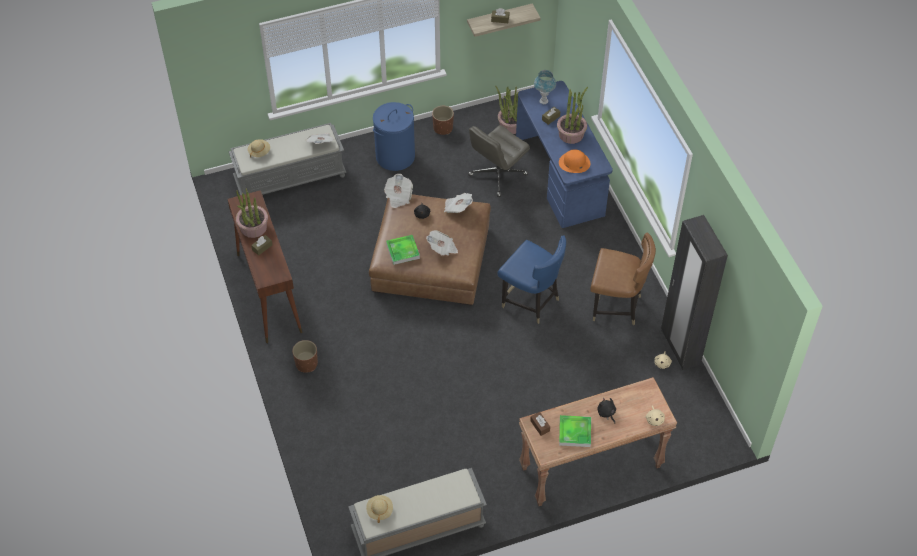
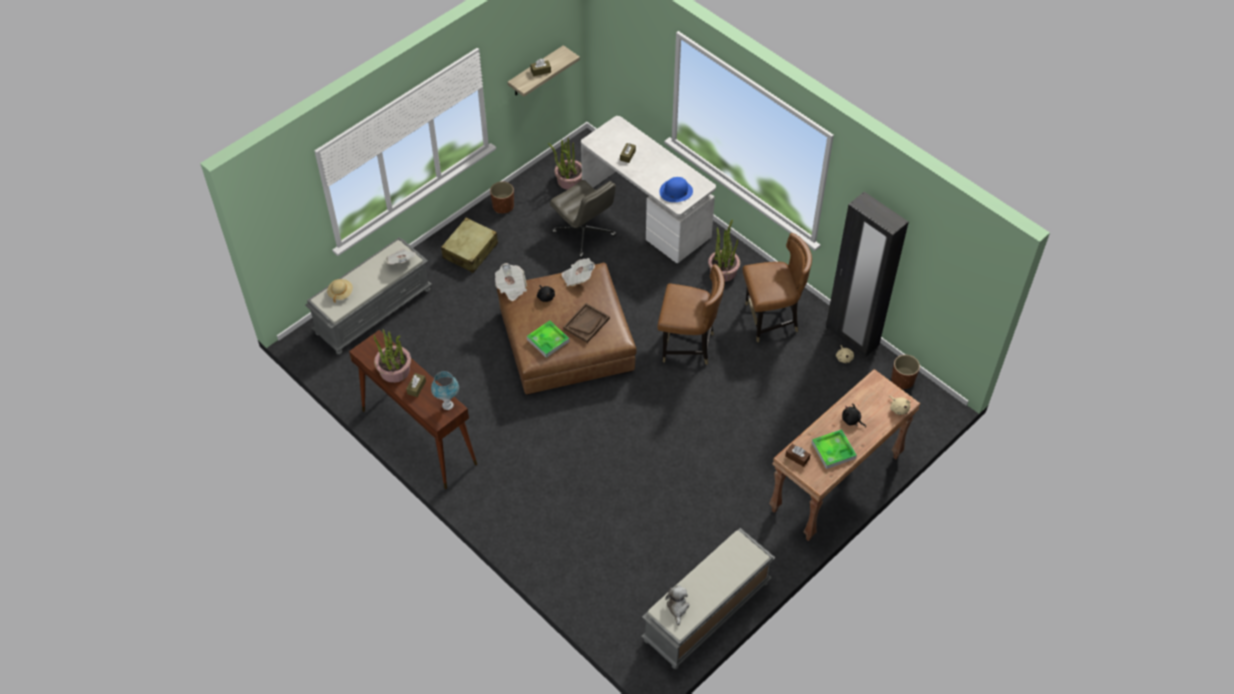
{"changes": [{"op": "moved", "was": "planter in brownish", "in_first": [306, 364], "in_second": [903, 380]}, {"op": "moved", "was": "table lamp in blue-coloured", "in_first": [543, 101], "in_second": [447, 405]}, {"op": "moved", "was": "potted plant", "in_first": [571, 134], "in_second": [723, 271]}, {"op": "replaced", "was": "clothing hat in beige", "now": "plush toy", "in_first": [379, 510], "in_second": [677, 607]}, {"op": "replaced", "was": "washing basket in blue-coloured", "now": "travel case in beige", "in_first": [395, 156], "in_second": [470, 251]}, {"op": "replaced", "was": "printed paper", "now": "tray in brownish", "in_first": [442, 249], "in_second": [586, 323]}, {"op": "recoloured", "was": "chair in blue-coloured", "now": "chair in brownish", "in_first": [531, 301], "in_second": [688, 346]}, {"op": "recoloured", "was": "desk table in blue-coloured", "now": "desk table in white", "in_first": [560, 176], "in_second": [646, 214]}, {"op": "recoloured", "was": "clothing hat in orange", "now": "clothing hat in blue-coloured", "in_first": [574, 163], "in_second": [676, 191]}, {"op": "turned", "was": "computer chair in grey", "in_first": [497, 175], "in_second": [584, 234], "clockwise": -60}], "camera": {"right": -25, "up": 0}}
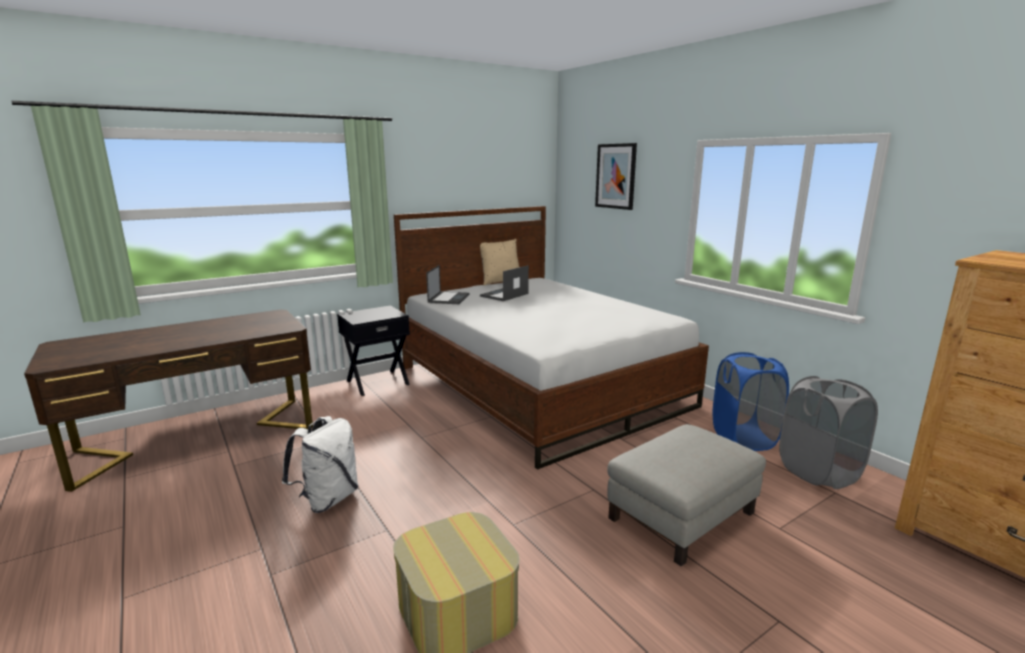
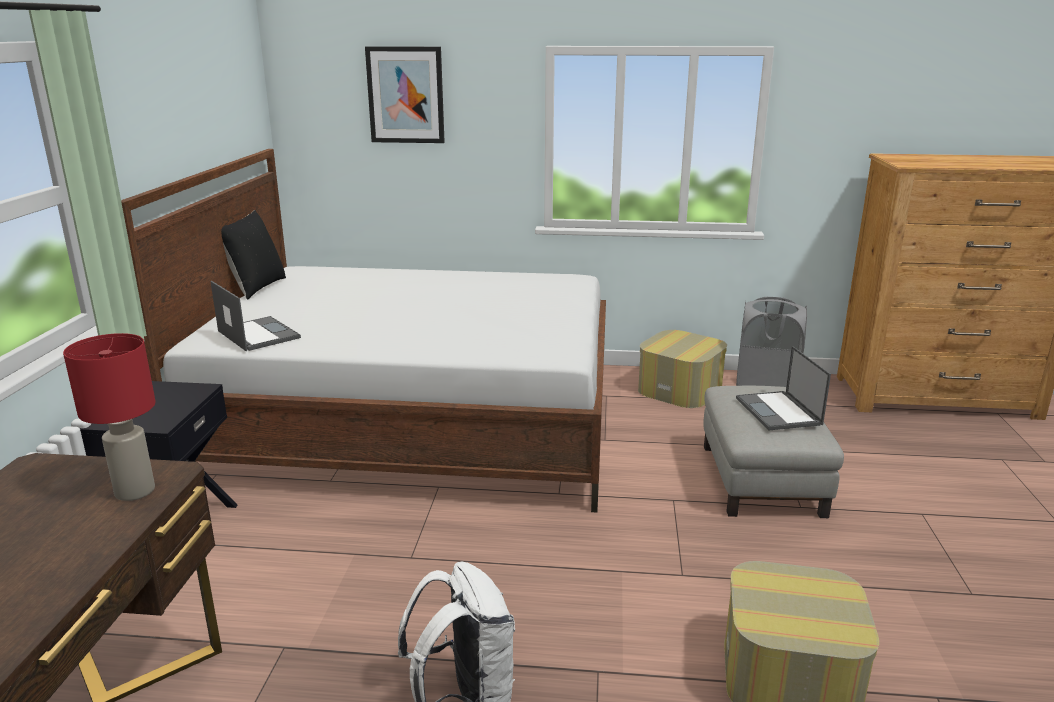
{"changes": [{"op": "added", "now": "table lamp in red", "in_second": [134, 491]}, {"op": "moved", "was": "notebook computer", "in_first": [504, 295], "in_second": [779, 411]}, {"op": "replaced", "was": "washing basket in blue-coloured", "now": "ottoman", "in_first": [743, 438], "in_second": [680, 389]}, {"op": "recoloured", "was": "cushion in beige", "now": "cushion in black-coloured", "in_first": [500, 282], "in_second": [256, 287]}], "camera": {"right": -50, "up": 5}}
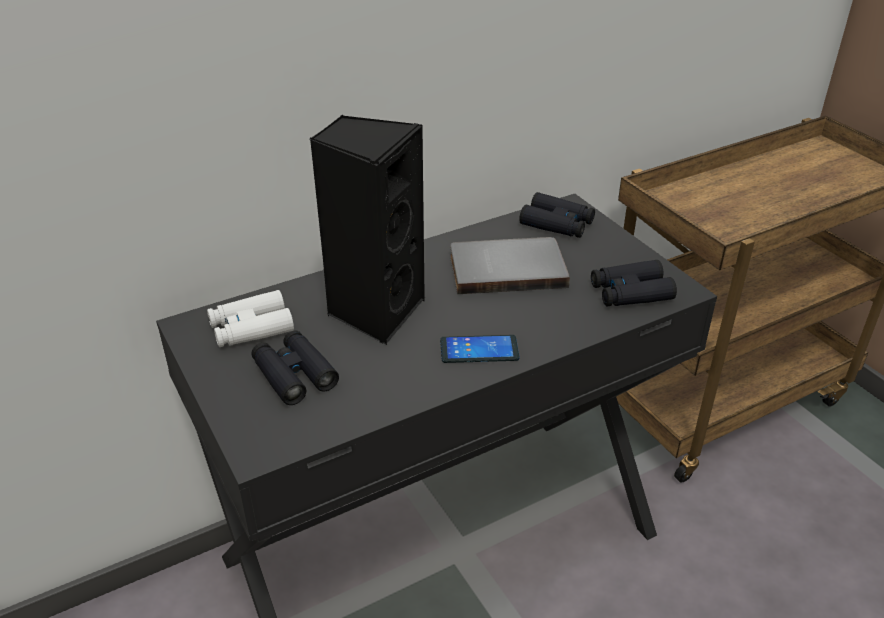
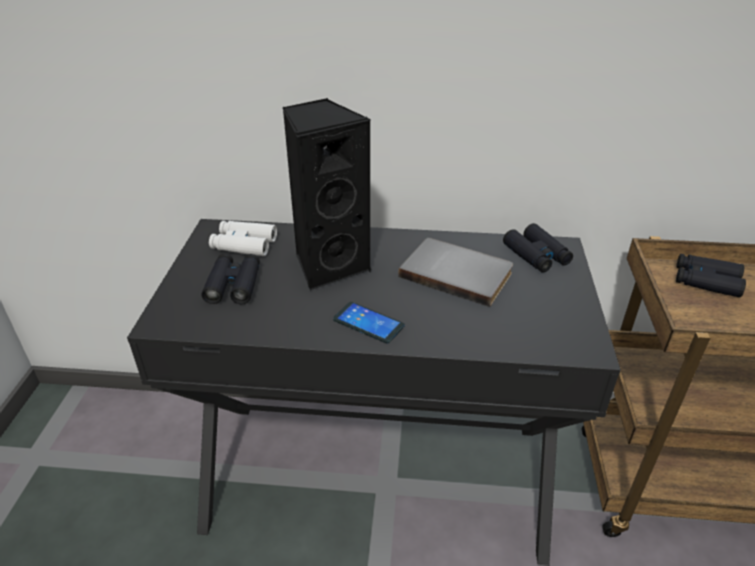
{"changes": [{"op": "moved", "was": "binoculars in black-coloured", "in_first": [630, 292], "in_second": [706, 281]}], "camera": {"right": 35, "up": 0}}
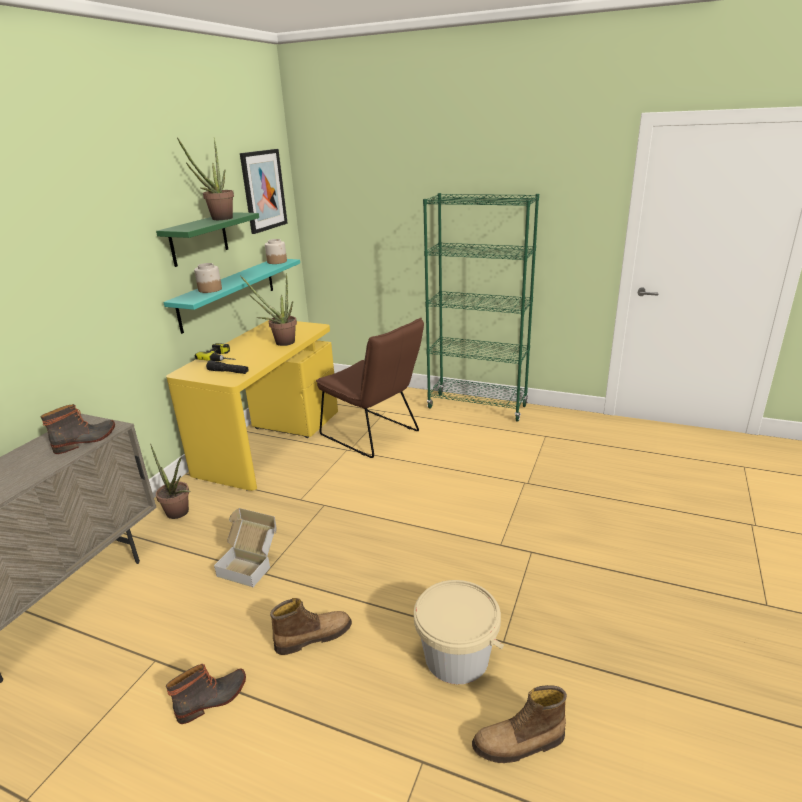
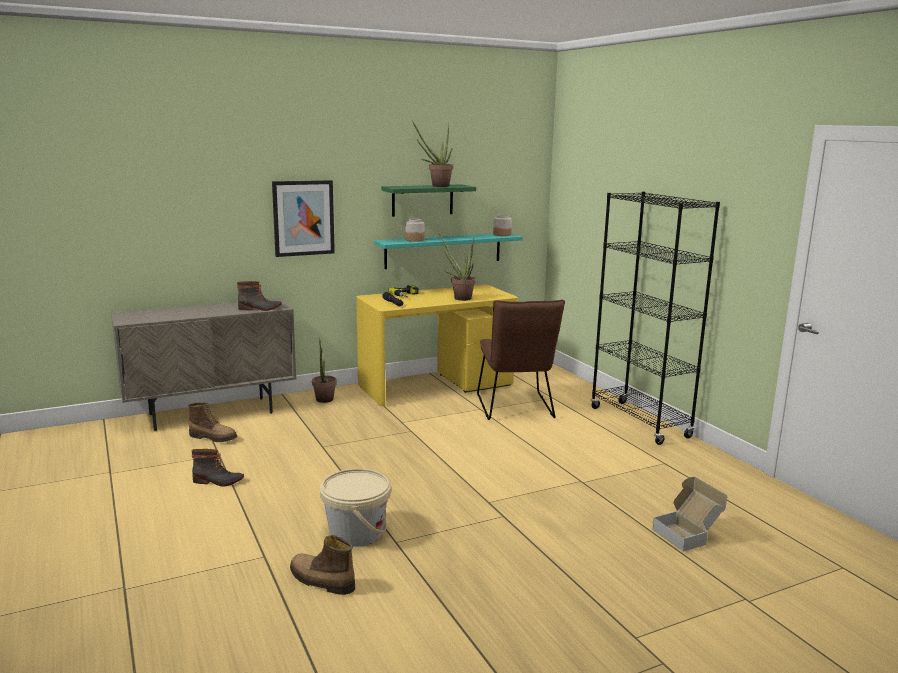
{"changes": [{"op": "moved", "was": "packing box", "in_first": [250, 564], "in_second": [688, 534]}, {"op": "moved", "was": "picture", "in_first": [263, 190], "in_second": [303, 218]}, {"op": "moved", "was": "high-top boot", "in_first": [313, 636], "in_second": [214, 438]}, {"op": "recoloured", "was": "bookcase in green-coloured", "now": "bookcase in black-coloured", "in_first": [477, 407], "in_second": [639, 422]}], "camera": {"right": 40, "up": -10}}
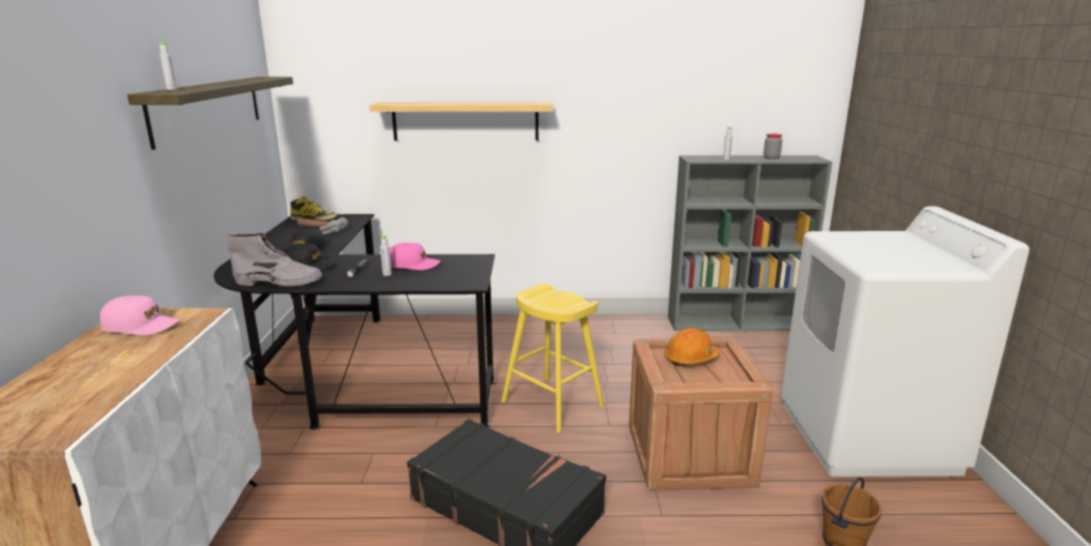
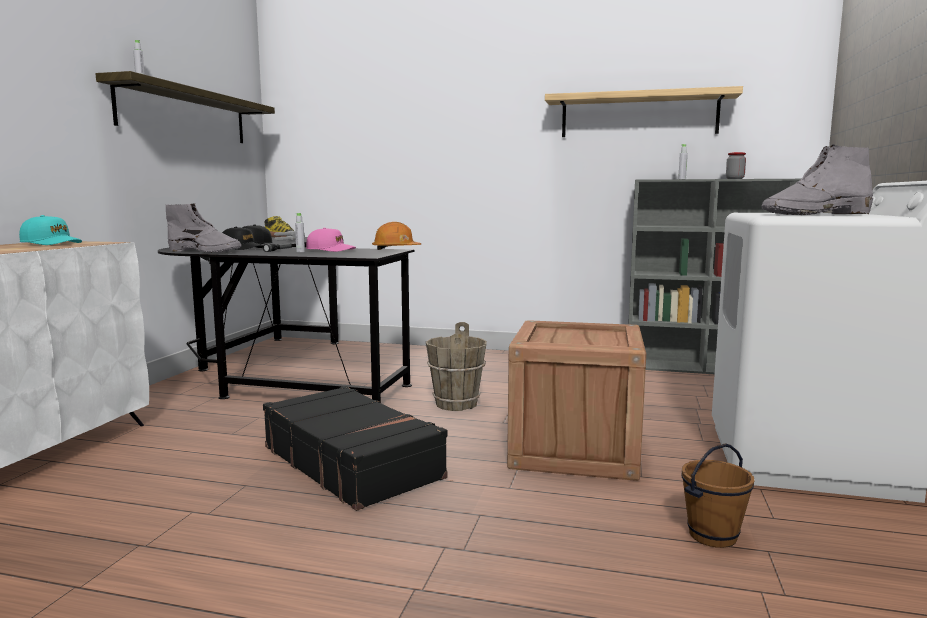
{"changes": [{"op": "added", "now": "high-top boot in grey", "in_second": [814, 215]}, {"op": "moved", "was": "shelf", "in_first": [465, 121], "in_second": [638, 115]}, {"op": "moved", "was": "work helmet in orange", "in_first": [691, 359], "in_second": [395, 249]}, {"op": "replaced", "was": "stool in yellow", "now": "bucket in brownish", "in_first": [552, 404], "in_second": [455, 404]}, {"op": "recoloured", "was": "peaked cap in pink-coloured", "now": "peaked cap in turquoise-coloured", "in_first": [141, 326], "in_second": [51, 243]}], "camera": {"right": 15, "up": -10}}
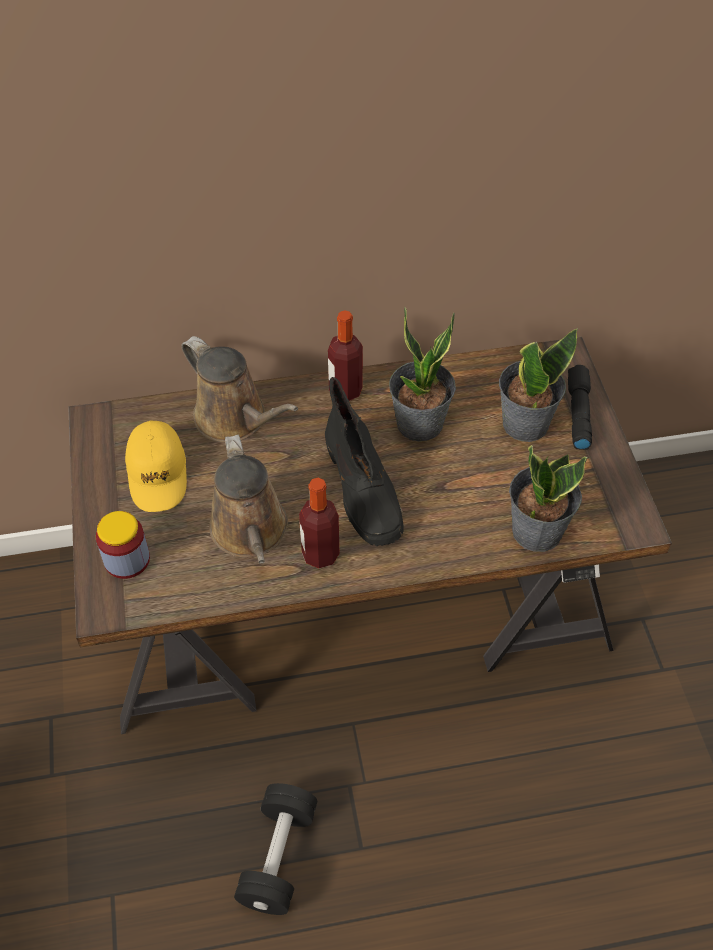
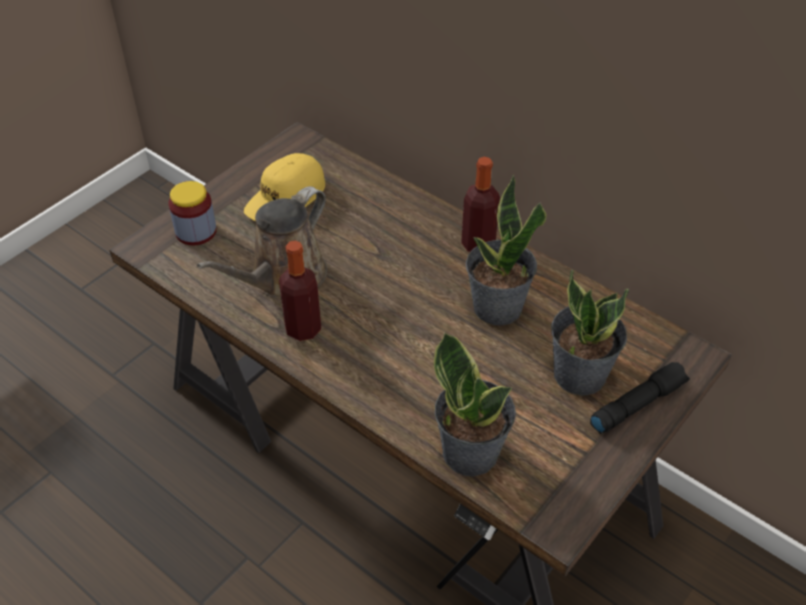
{"changes": [{"op": "removed", "was": "watering can in brownish", "in_first": [235, 419]}, {"op": "removed", "was": "hand weight in black-coloured", "in_first": [278, 857]}, {"op": "removed", "was": "high-top boot in black-coloured", "in_first": [364, 490]}], "camera": {"right": 50, "up": -5}}
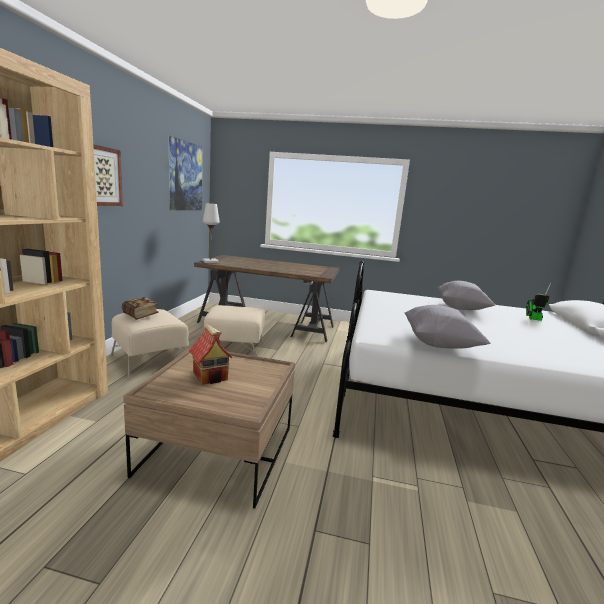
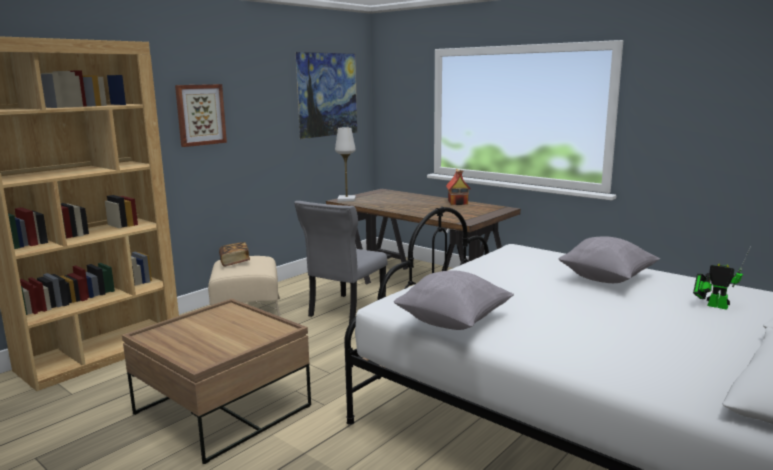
{"changes": [{"op": "moved", "was": "miniature house", "in_first": [211, 376], "in_second": [458, 202]}, {"op": "replaced", "was": "ottoman in beige", "now": "chair in grey", "in_first": [234, 349], "in_second": [345, 311]}], "camera": {"right": 30, "up": 0}}
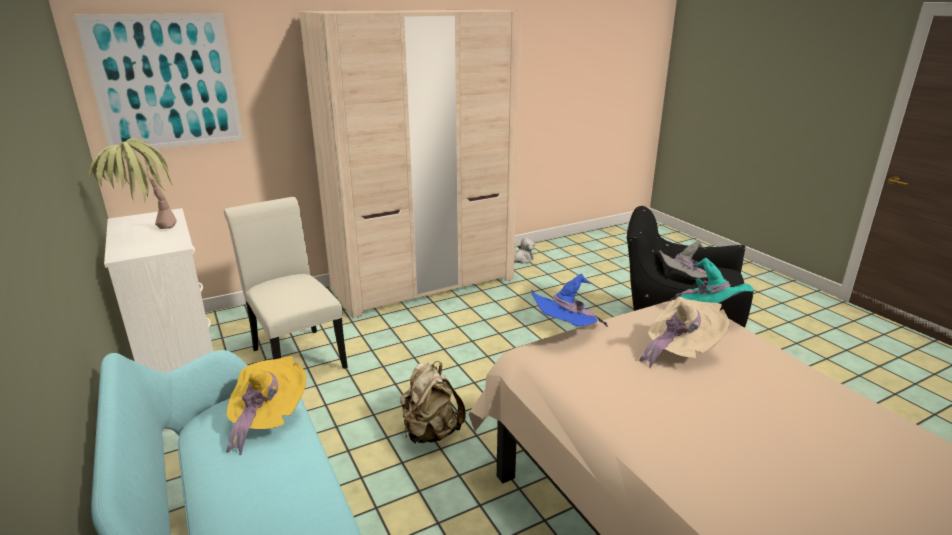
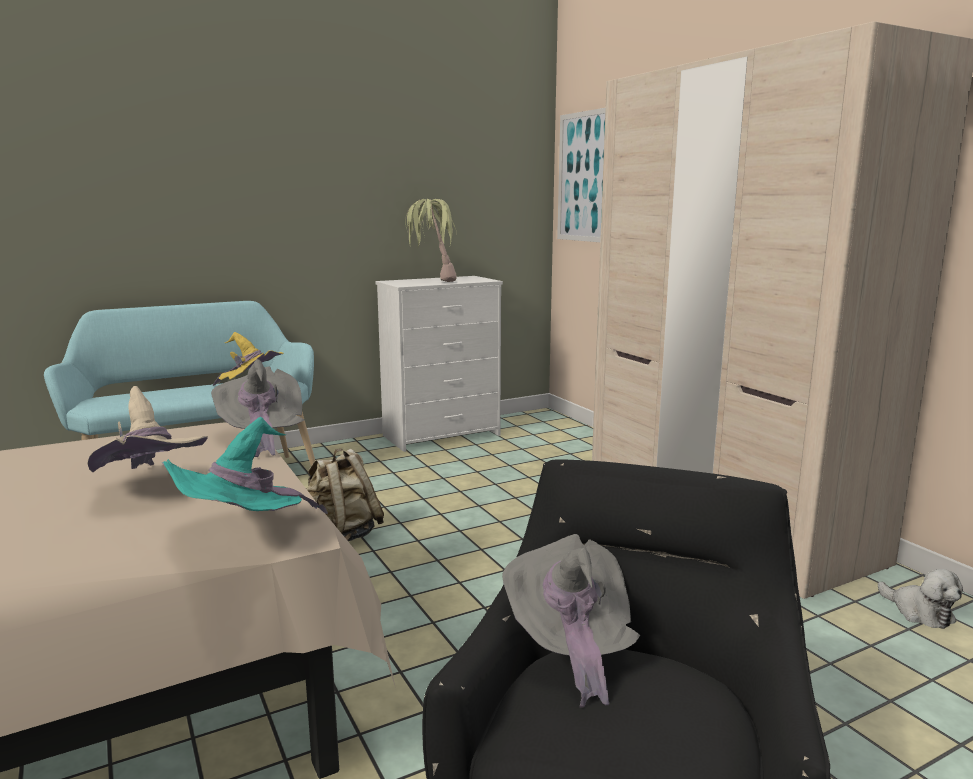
{"changes": [{"op": "removed", "was": "chair in white", "in_first": [296, 355]}, {"op": "recoloured", "was": "clothing hat in blue-coloured", "now": "clothing hat in grey", "in_first": [564, 332], "in_second": [262, 436]}], "camera": {"right": 90, "up": -10}}
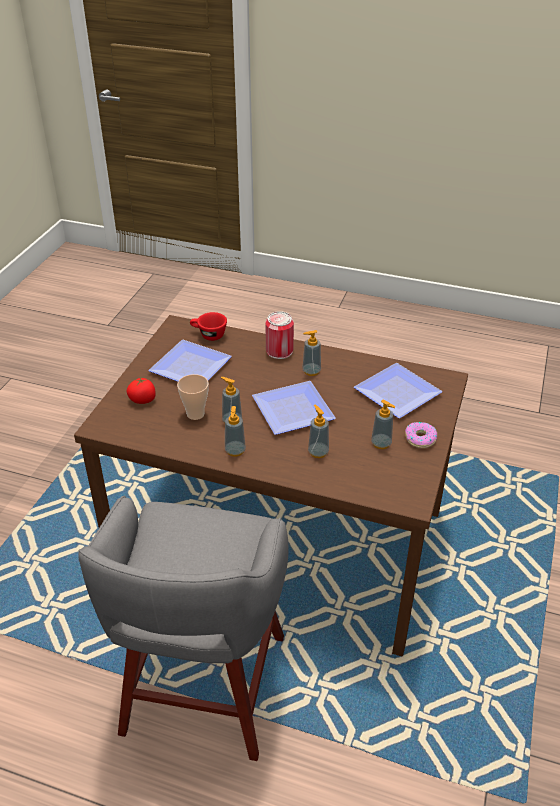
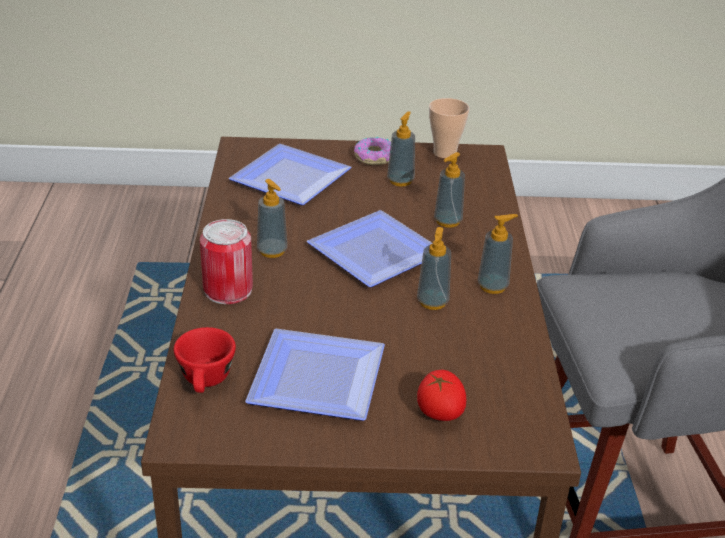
{"changes": [{"op": "moved", "was": "drinking cup", "in_first": [195, 414], "in_second": [445, 153]}], "camera": {"right": -110, "up": -5}}
